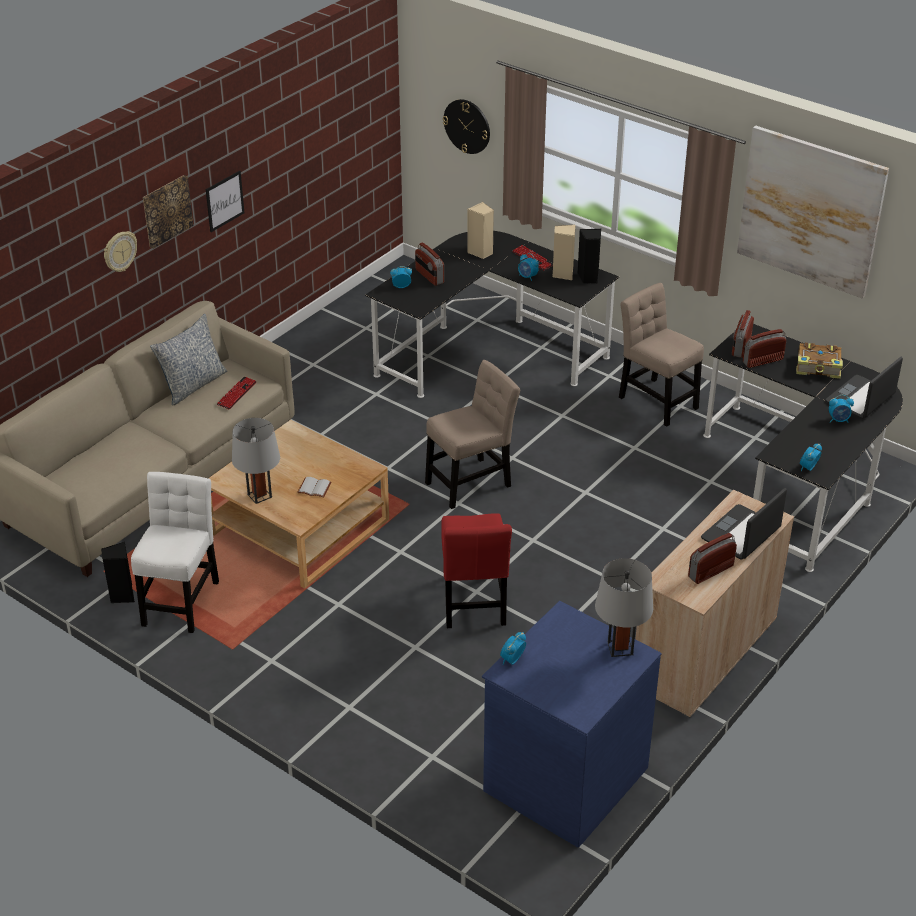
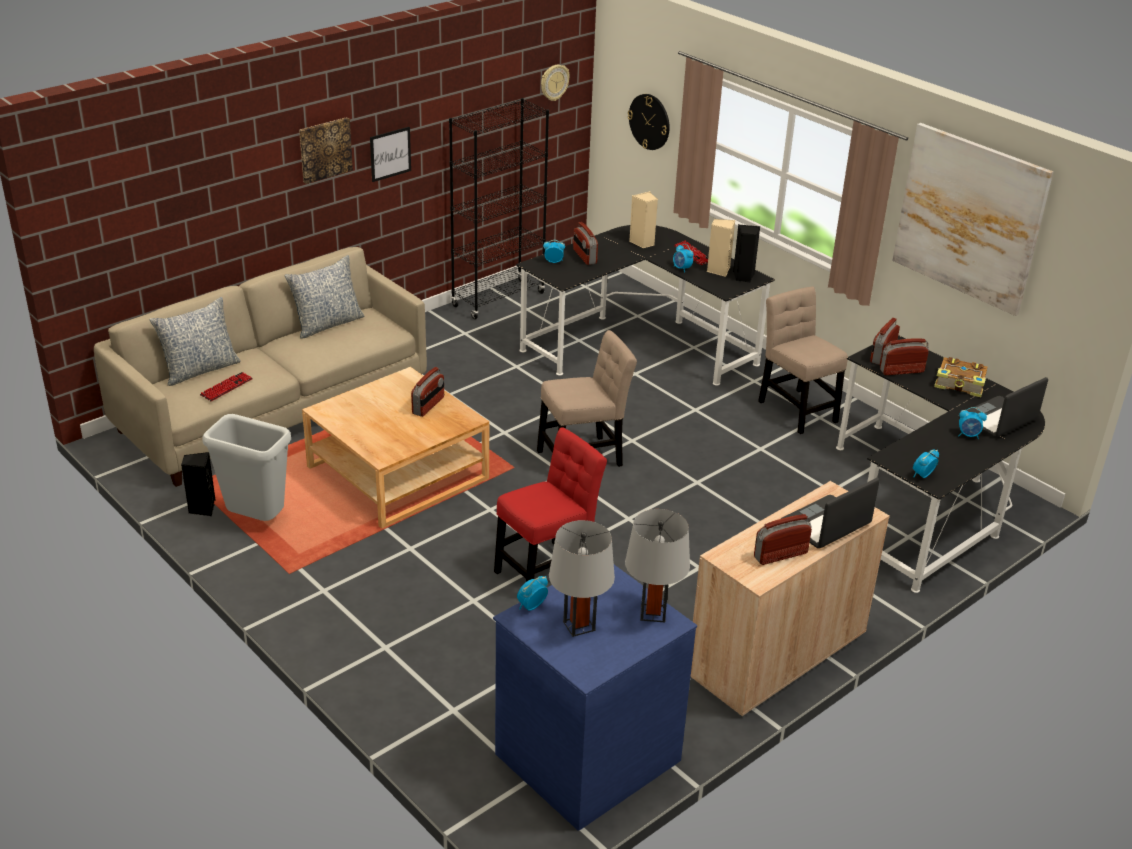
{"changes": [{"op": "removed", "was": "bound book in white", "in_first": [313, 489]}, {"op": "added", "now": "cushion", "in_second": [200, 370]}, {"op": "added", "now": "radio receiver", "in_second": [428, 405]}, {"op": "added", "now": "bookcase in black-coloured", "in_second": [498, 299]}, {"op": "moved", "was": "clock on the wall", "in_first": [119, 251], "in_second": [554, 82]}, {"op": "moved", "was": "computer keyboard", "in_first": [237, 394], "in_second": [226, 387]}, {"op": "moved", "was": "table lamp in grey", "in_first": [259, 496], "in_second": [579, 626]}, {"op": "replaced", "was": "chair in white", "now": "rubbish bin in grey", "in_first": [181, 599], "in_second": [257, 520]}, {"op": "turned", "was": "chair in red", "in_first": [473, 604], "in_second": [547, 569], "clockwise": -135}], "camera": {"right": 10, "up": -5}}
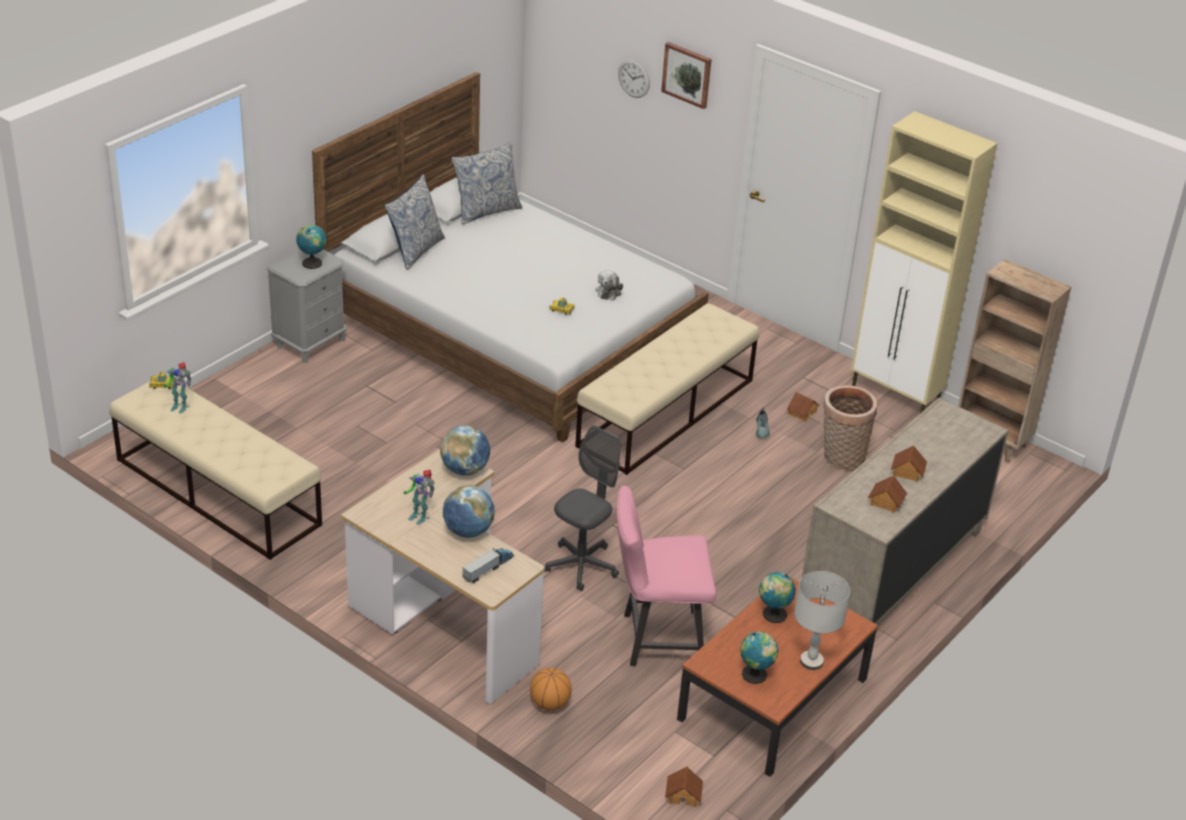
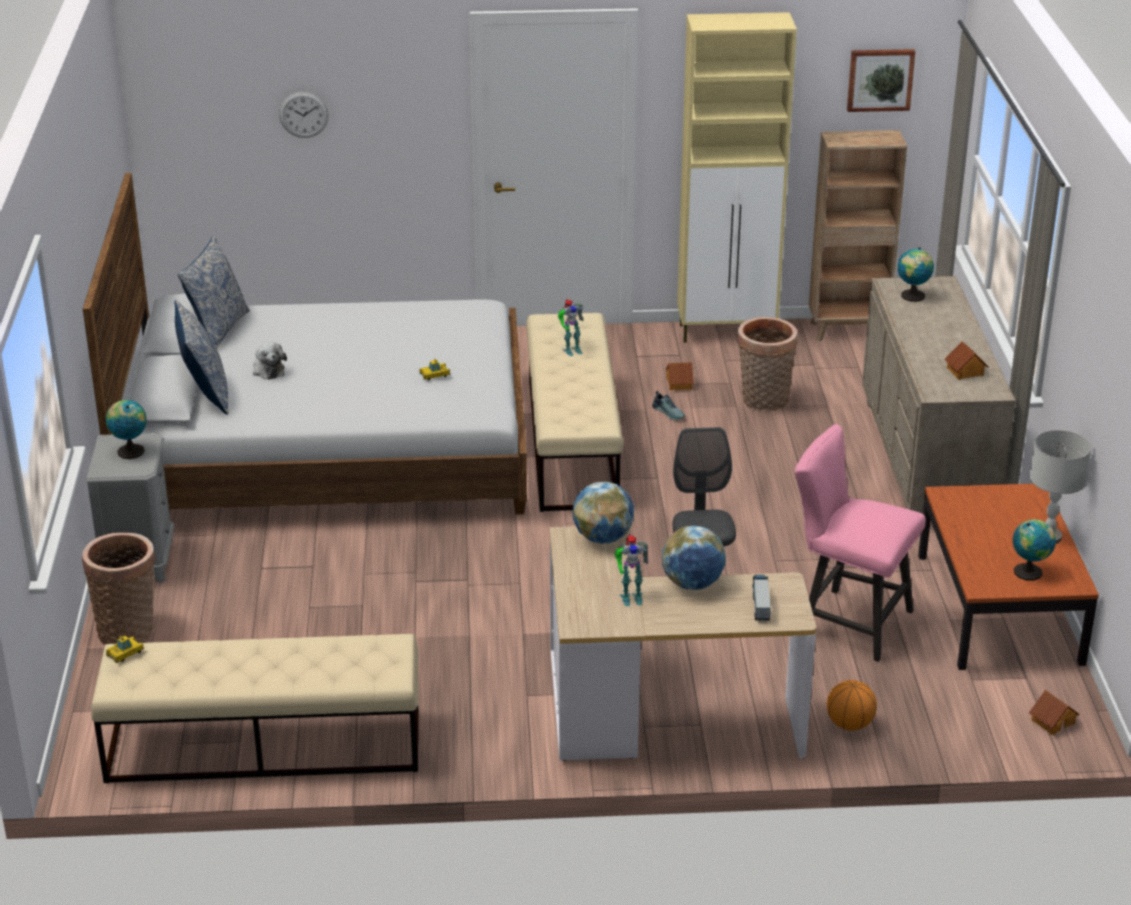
{"changes": [{"op": "removed", "was": "miniature house", "in_first": [907, 472]}, {"op": "added", "now": "household basket", "in_second": [128, 630]}, {"op": "moved", "was": "robot figure", "in_first": [180, 406], "in_second": [571, 350]}, {"op": "moved", "was": "plush toy", "in_first": [609, 291], "in_second": [268, 370]}, {"op": "moved", "was": "picture", "in_first": [687, 74], "in_second": [880, 79]}, {"op": "moved", "was": "globe", "in_first": [773, 615], "in_second": [912, 297]}, {"op": "turned", "was": "chair in pink-coloured", "in_first": [656, 639], "in_second": [847, 621], "clockwise": 75}], "camera": {"right": -40, "up": -5}}
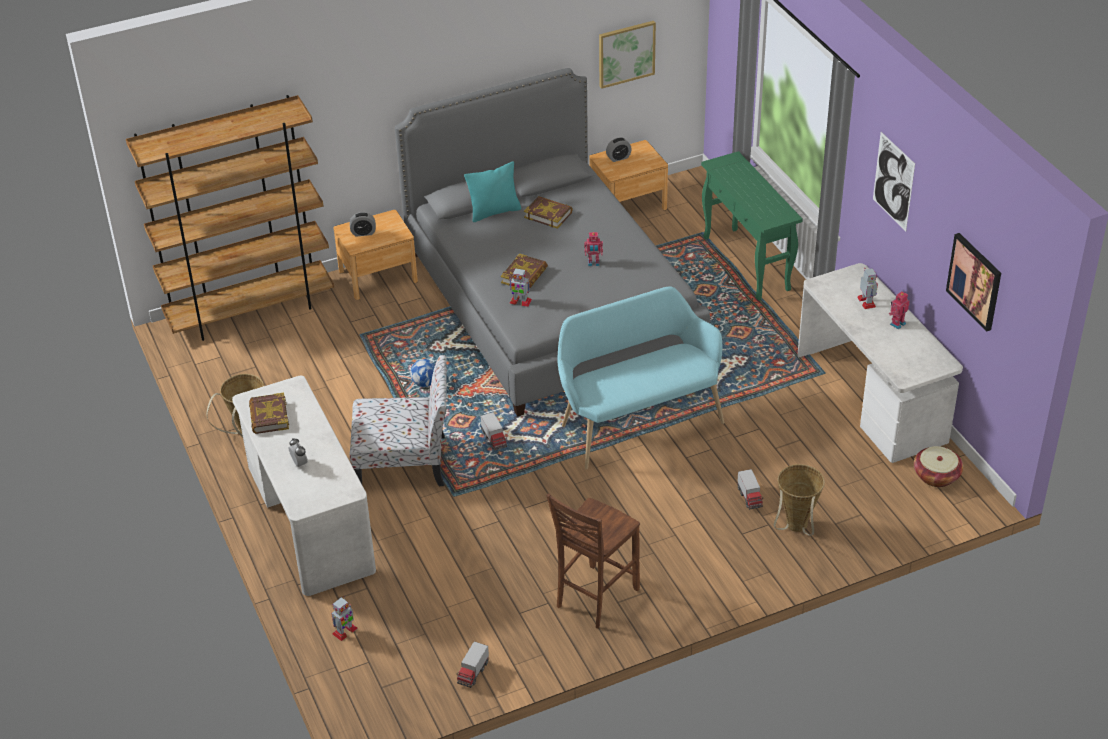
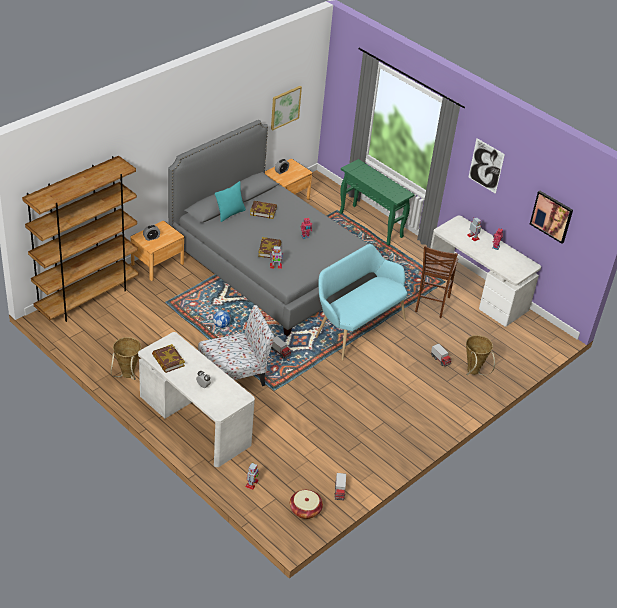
{"changes": [{"op": "moved", "was": "chair in brownish", "in_first": [594, 598], "in_second": [431, 304]}, {"op": "moved", "was": "household basket", "in_first": [936, 476], "in_second": [305, 510]}], "camera": {"right": -25, "up": 0}}
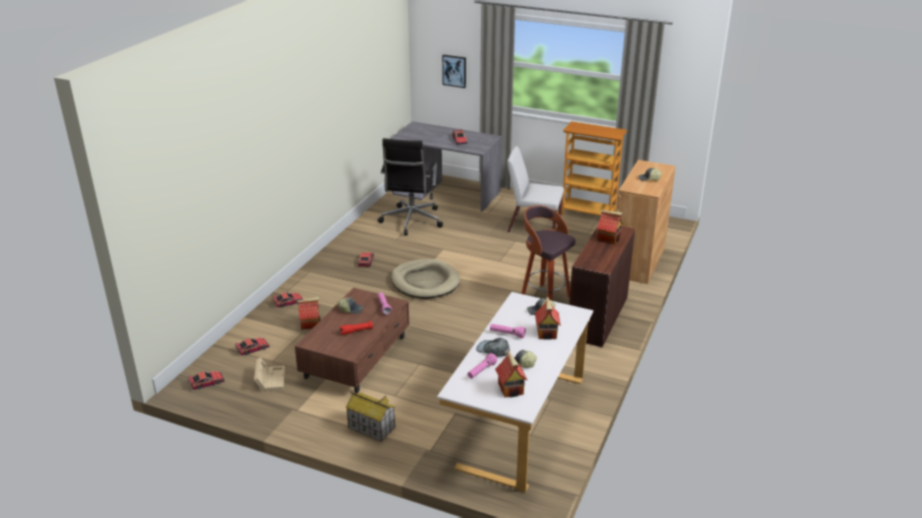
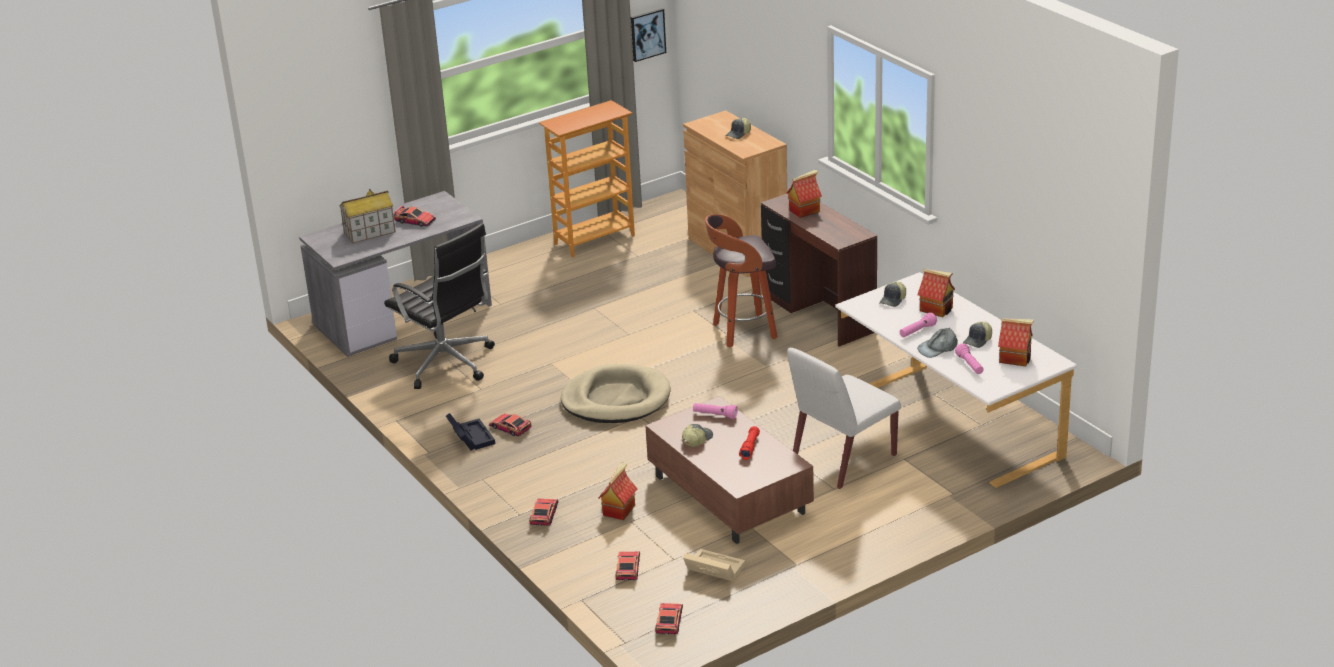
{"changes": [{"op": "added", "now": "storage bin in black-coloured", "in_second": [470, 437]}, {"op": "moved", "was": "miniature house", "in_first": [371, 427], "in_second": [369, 232]}, {"op": "moved", "was": "picture", "in_first": [454, 71], "in_second": [647, 34]}, {"op": "moved", "was": "chair in white", "in_first": [533, 226], "in_second": [842, 459]}], "camera": {"right": -55, "up": 0}}
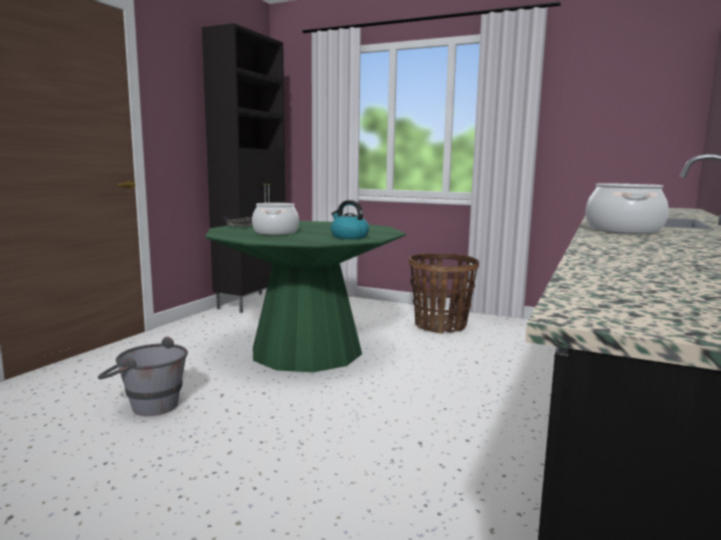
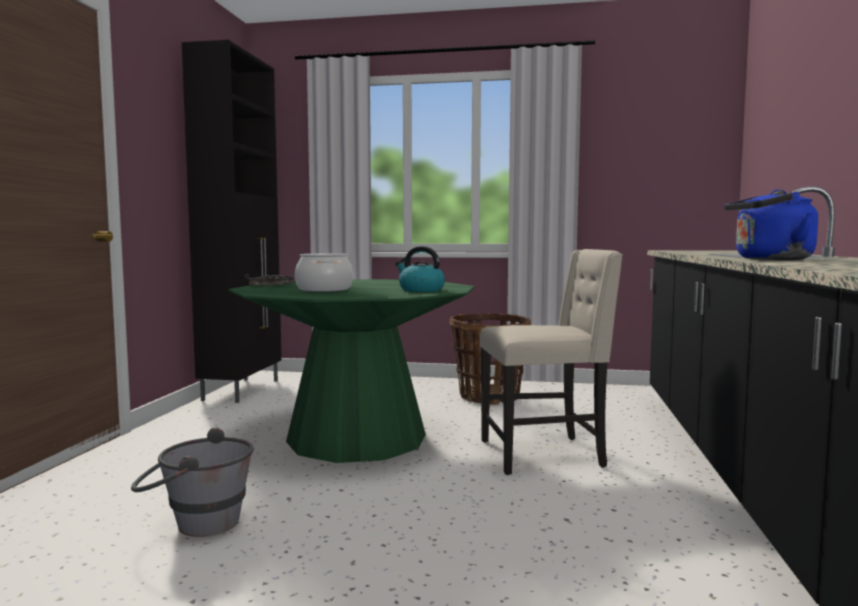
{"changes": [{"op": "added", "now": "chair in beige", "in_second": [544, 454]}, {"op": "replaced", "was": "saucepot", "now": "kettle in blue-coloured", "in_first": [623, 230], "in_second": [769, 259]}], "camera": {"right": -15, "up": -5}}
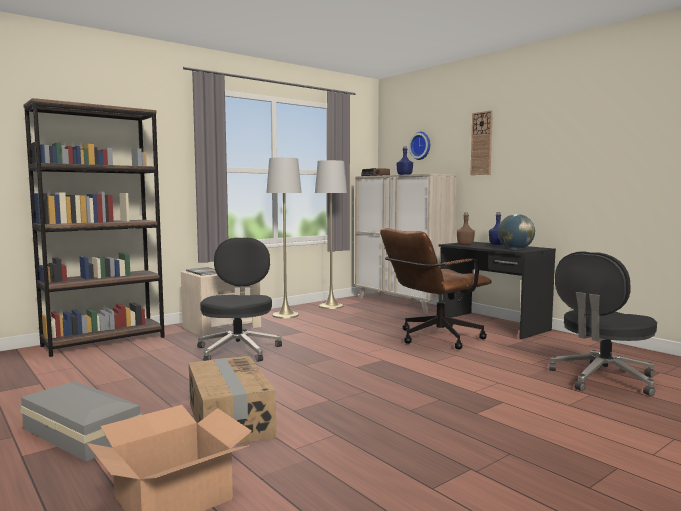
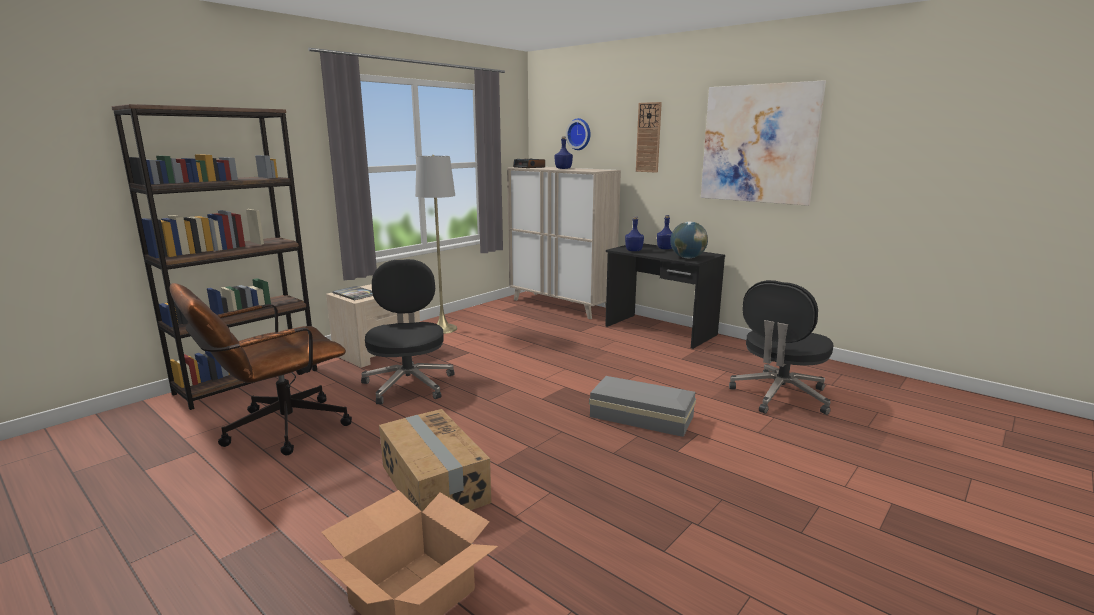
{"changes": [{"op": "removed", "was": "floor lamp in grey", "in_first": [331, 306]}, {"op": "added", "now": "picture", "in_second": [758, 144]}, {"op": "moved", "was": "storage bin in grey", "in_first": [81, 432], "in_second": [640, 415]}, {"op": "moved", "was": "computer chair in brownish", "in_first": [433, 339], "in_second": [275, 430]}, {"op": "recoloured", "was": "drink bottle in brownish", "now": "drink bottle in blue-coloured", "in_first": [465, 245], "in_second": [634, 250]}], "camera": {"right": -10, "up": 10}}
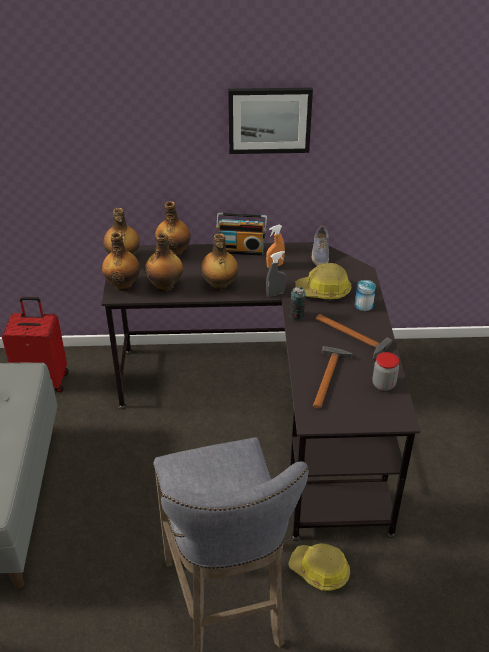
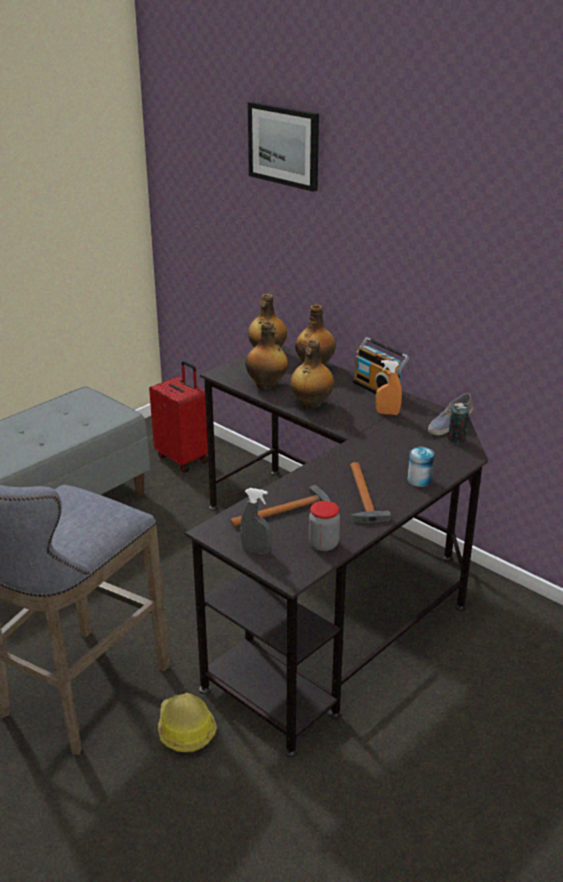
{"changes": [{"op": "removed", "was": "drink bottle", "in_first": [123, 285]}, {"op": "removed", "was": "work helmet", "in_first": [323, 291]}, {"op": "moved", "was": "picture", "in_first": [269, 120], "in_second": [284, 145]}, {"op": "moved", "was": "spray bottle in grey", "in_first": [275, 293], "in_second": [256, 550]}, {"op": "moved", "was": "metal can", "in_first": [296, 316], "in_second": [456, 440]}], "camera": {"right": 45, "up": -10}}
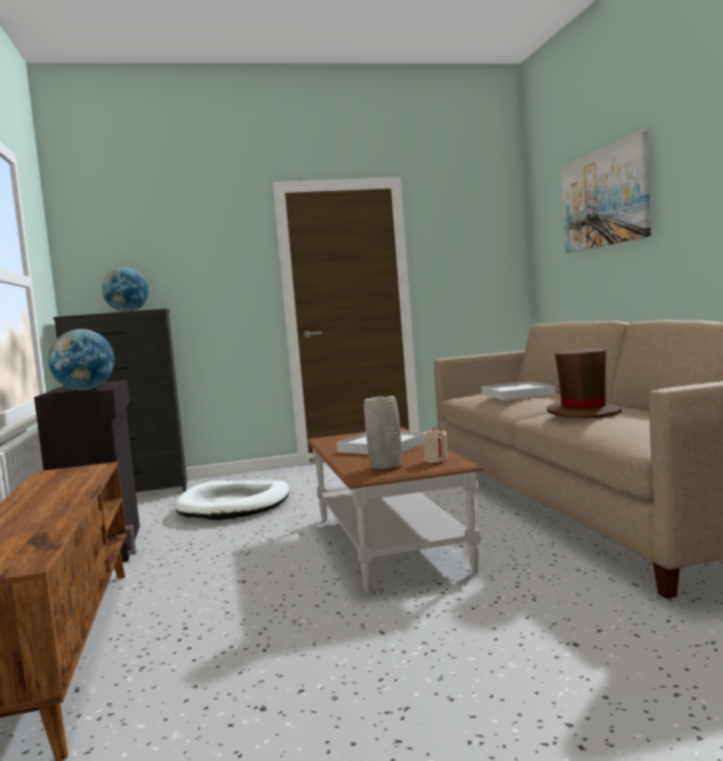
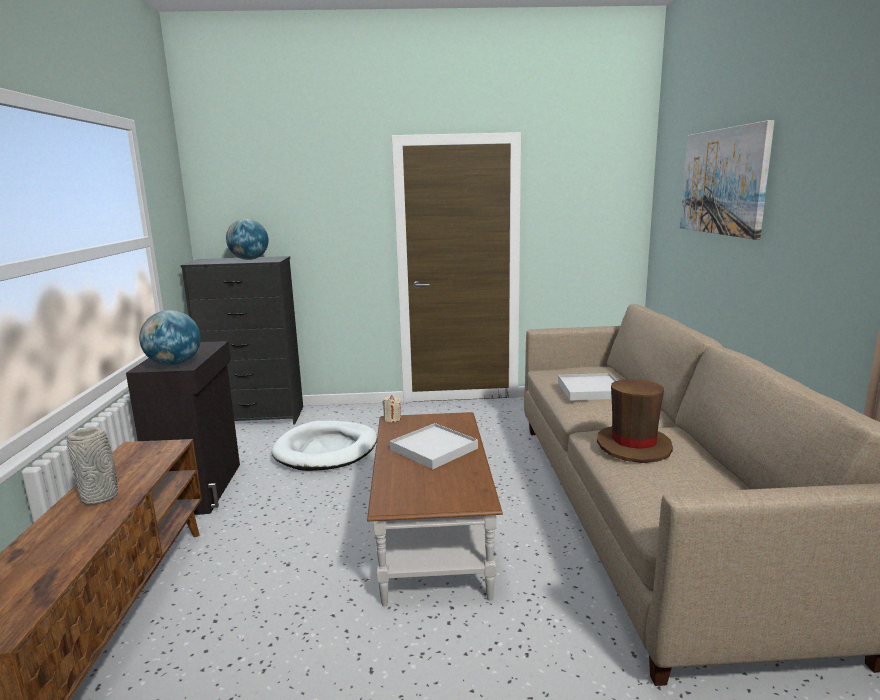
{"changes": [{"op": "moved", "was": "decorative vase in grey", "in_first": [387, 466], "in_second": [101, 497]}, {"op": "moved", "was": "candle in beige", "in_first": [436, 460], "in_second": [392, 419]}], "camera": {"right": 10, "up": 10}}
